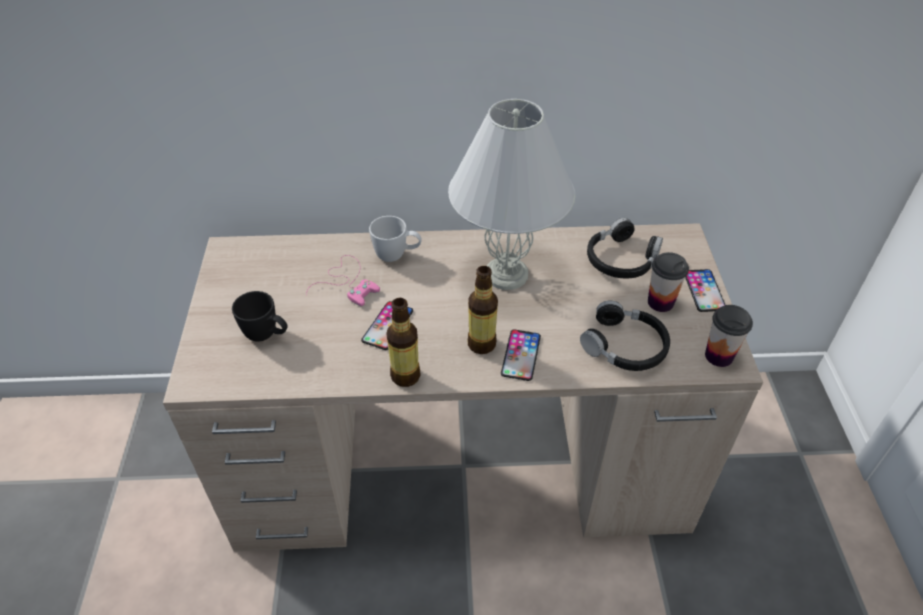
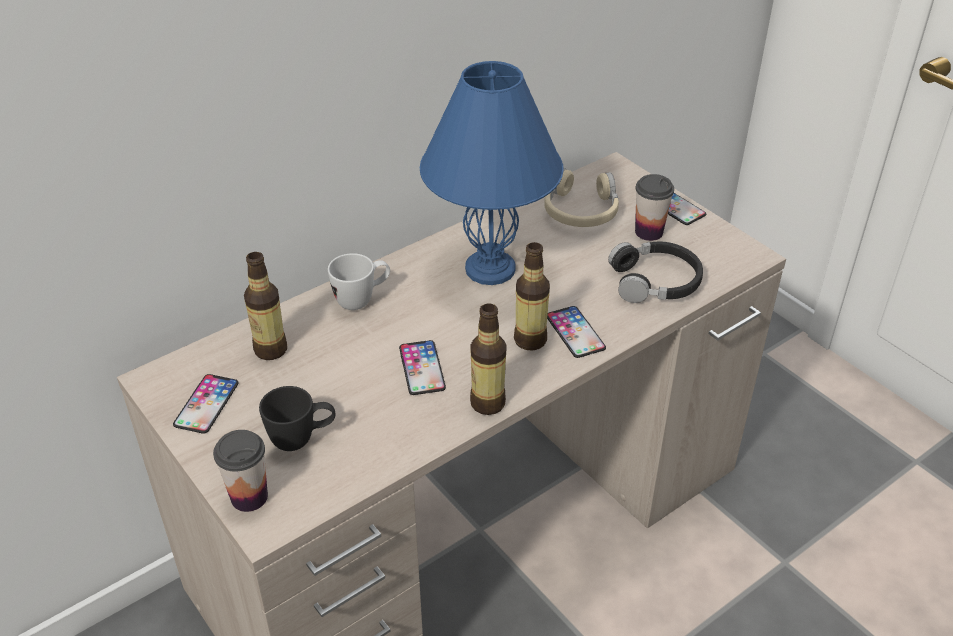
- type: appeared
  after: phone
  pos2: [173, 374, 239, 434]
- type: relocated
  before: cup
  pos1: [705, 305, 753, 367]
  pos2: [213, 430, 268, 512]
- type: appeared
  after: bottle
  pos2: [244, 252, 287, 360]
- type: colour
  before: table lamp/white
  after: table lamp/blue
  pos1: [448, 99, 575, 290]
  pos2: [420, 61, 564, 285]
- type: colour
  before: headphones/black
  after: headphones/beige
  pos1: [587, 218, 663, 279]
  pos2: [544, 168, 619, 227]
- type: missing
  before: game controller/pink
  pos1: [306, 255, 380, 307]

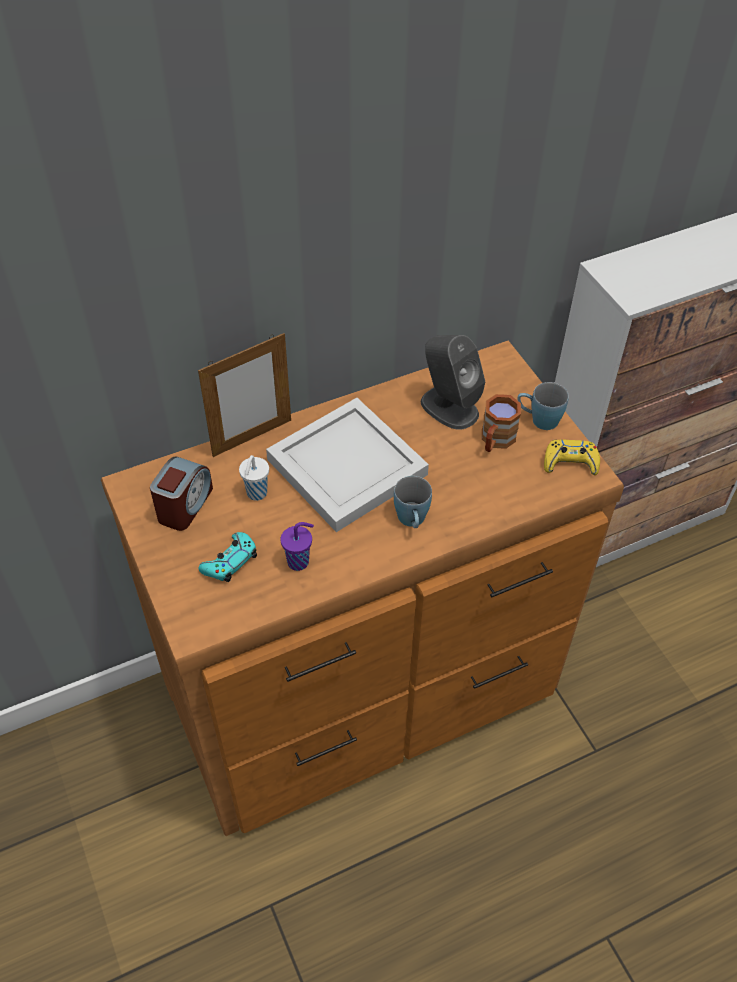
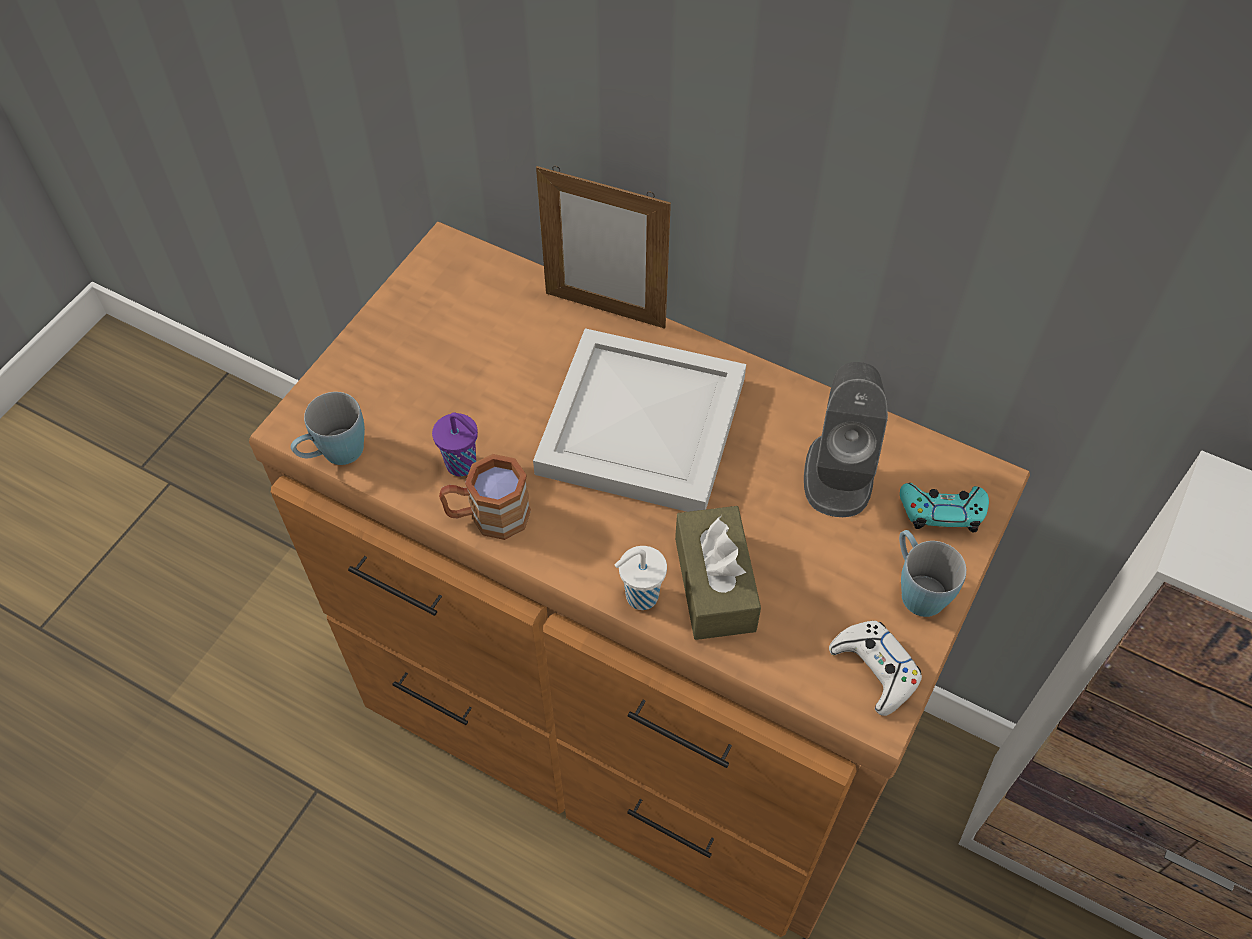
- type: relocated
  before: mug/blue
  pos1: [394, 476, 432, 528]
  pos2: [291, 392, 365, 465]
- type: relocated
  before: mug/brown
  pos1: [482, 394, 521, 452]
  pos2: [439, 454, 531, 540]
- type: relocated
  before: cup/white
  pos1: [239, 455, 269, 501]
  pos2: [615, 546, 667, 610]
- type: appeared
  after: tissue box/brown
  pos2: [675, 506, 761, 640]
- type: colour
  before: game controller/yellow
  after: game controller/white
  pos1: [544, 439, 600, 475]
  pos2: [829, 621, 922, 716]
- type: relocated
  before: game controller/turquoise
  pos1: [199, 532, 257, 582]
  pos2: [900, 483, 989, 532]
- type: missing
  before: alarm clock
  pos1: [150, 456, 213, 531]

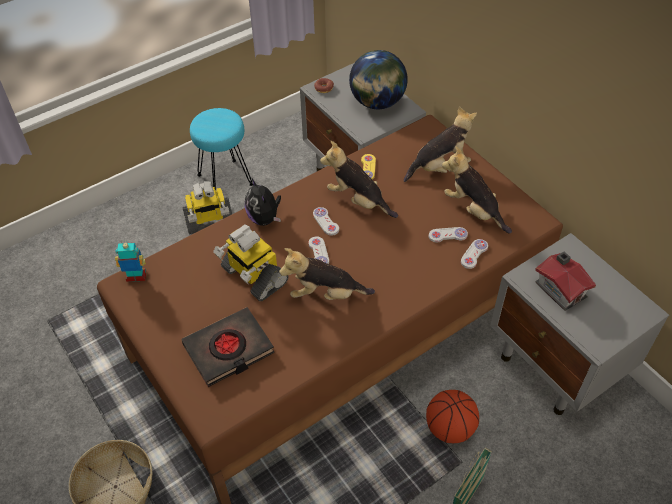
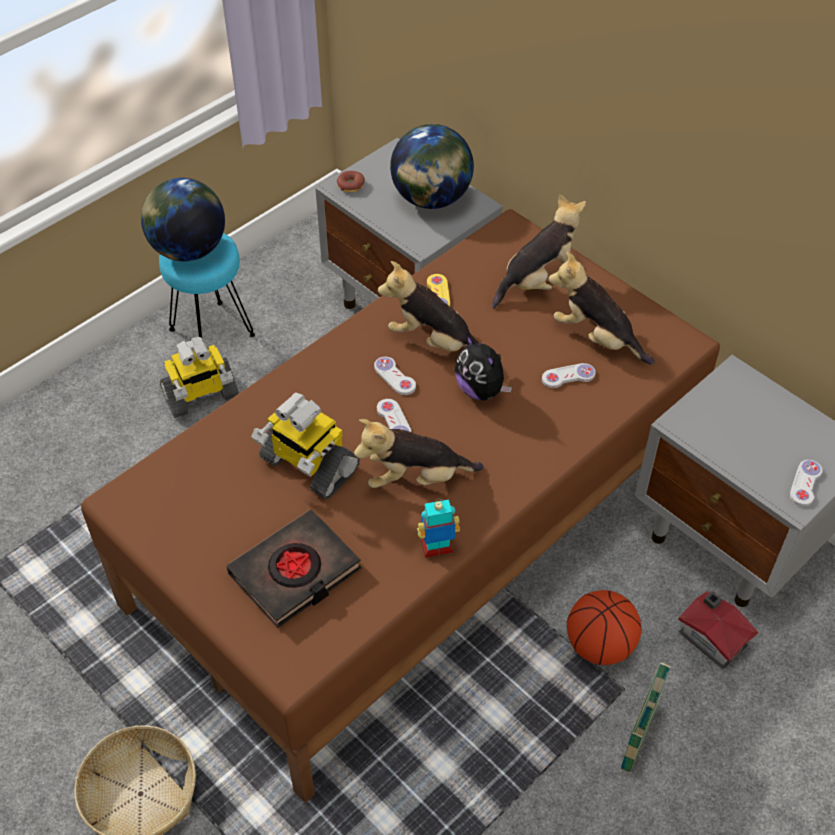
- type: appeared
  after: globe
  pos2: [141, 178, 225, 261]
- type: relocated
  before: toy robot
  pos1: [115, 241, 146, 282]
  pos2: [417, 499, 460, 558]
- type: relocated
  before: plush toy
  pos1: [245, 179, 281, 226]
  pos2: [455, 334, 512, 400]
- type: relocated
  before: toy house
  pos1: [535, 251, 596, 311]
  pos2: [678, 591, 758, 669]
- type: relocated
  before: game controller/white
  pos1: [461, 239, 488, 269]
  pos2: [790, 460, 822, 507]

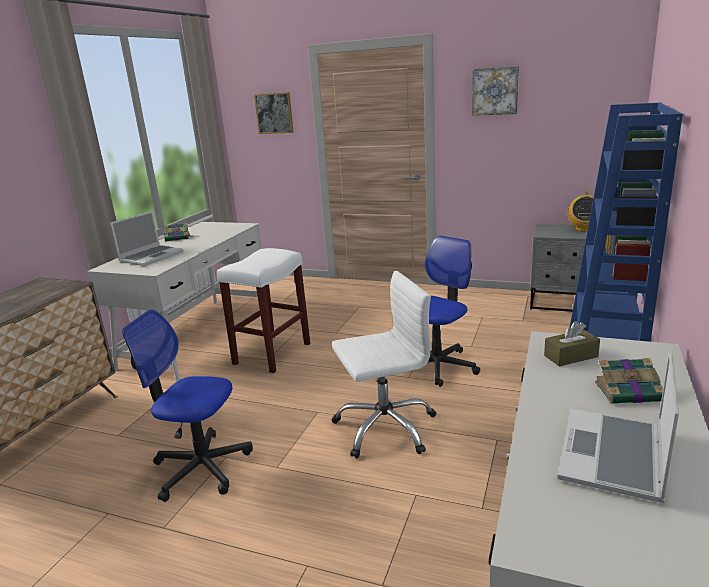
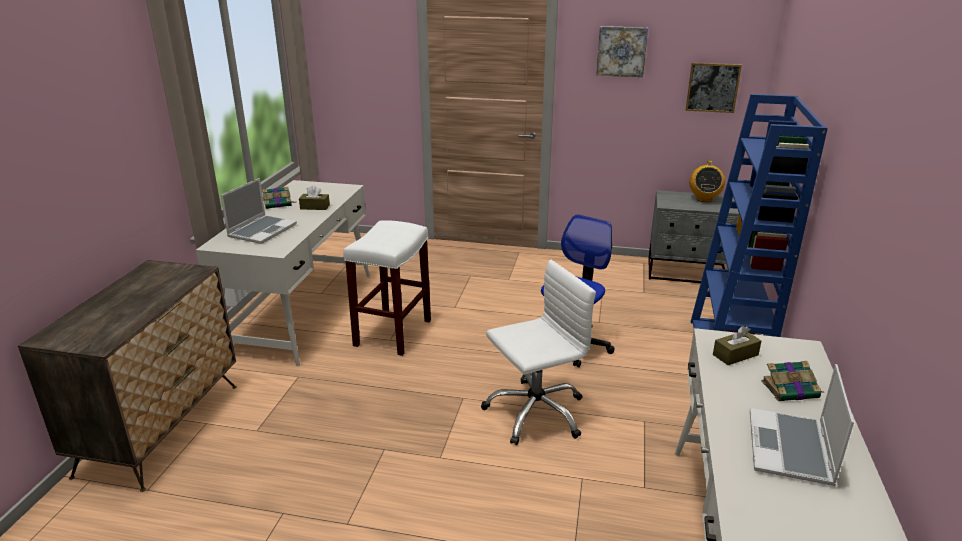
- type: appeared
  after: tissue box/brown
  pos2: [299, 185, 330, 210]
- type: relocated
  before: picture
  pos1: [254, 92, 294, 134]
  pos2: [686, 63, 742, 113]
- type: missing
  before: office chair
  pos1: [122, 310, 253, 502]

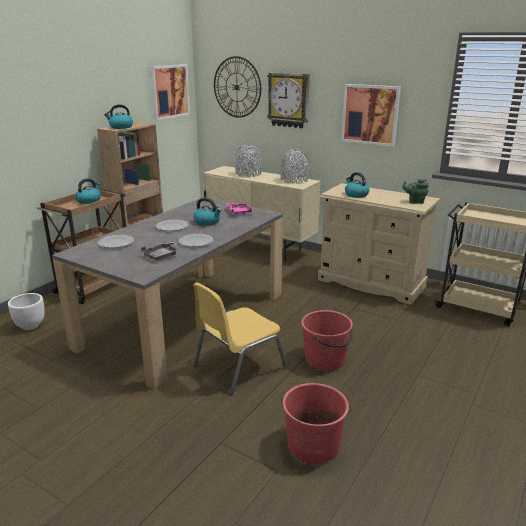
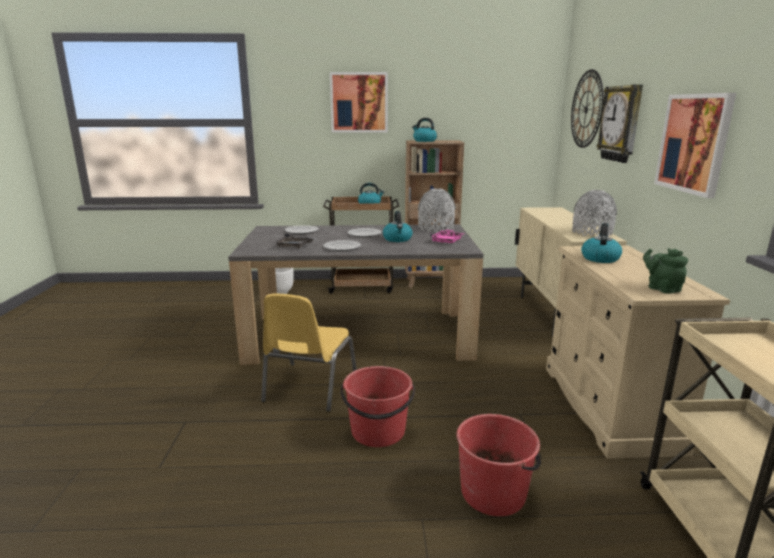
- type: spun
  before: chair/yellow
  pos1: [193, 283, 287, 395]
  pos2: [261, 294, 357, 412]
  turn: -90
- type: relocated
  before: picture
  pos1: [150, 64, 190, 120]
  pos2: [330, 72, 388, 133]
- type: relocated
  before: vase/grey
  pos1: [235, 144, 262, 177]
  pos2: [418, 188, 456, 232]
- type: relocated
  before: bucket/red
  pos1: [281, 383, 351, 464]
  pos2: [456, 414, 541, 516]

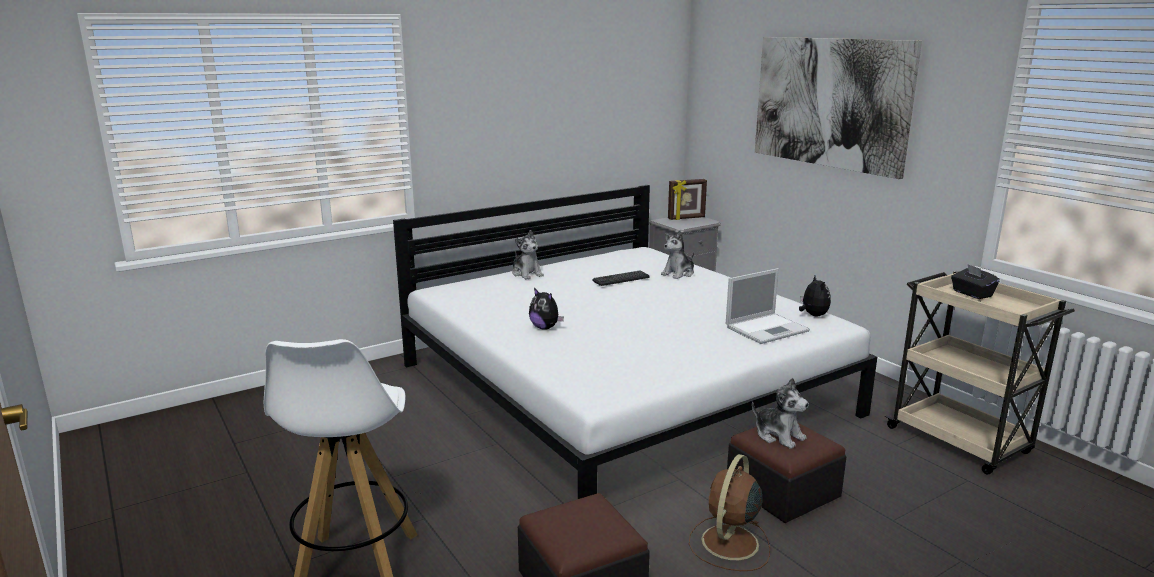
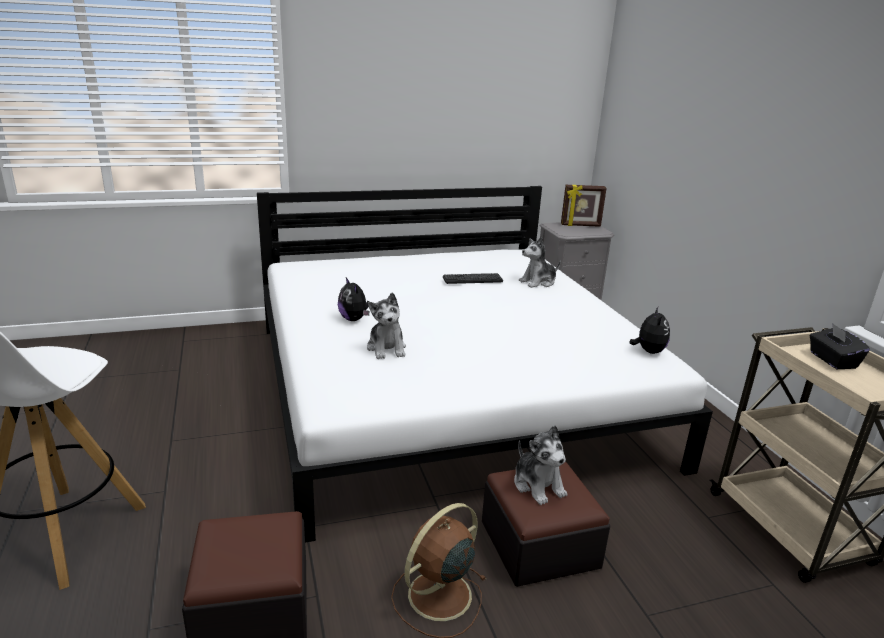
- type: relocated
  before: plush toy
  pos1: [512, 230, 544, 280]
  pos2: [367, 292, 406, 359]
- type: missing
  before: laptop
  pos1: [726, 268, 810, 344]
- type: missing
  before: picture
  pos1: [755, 37, 922, 179]

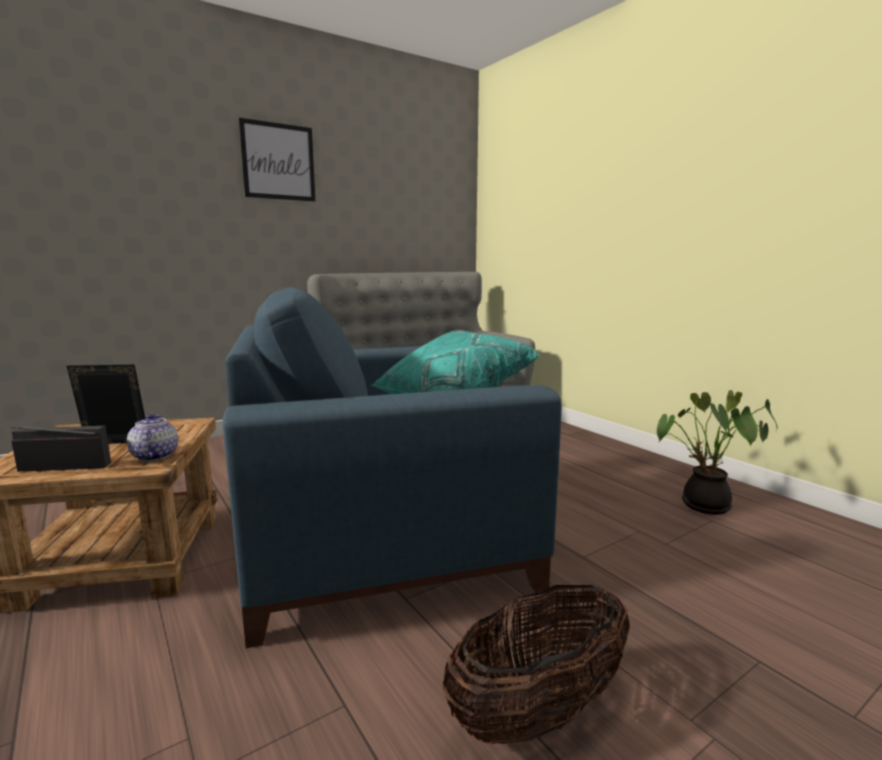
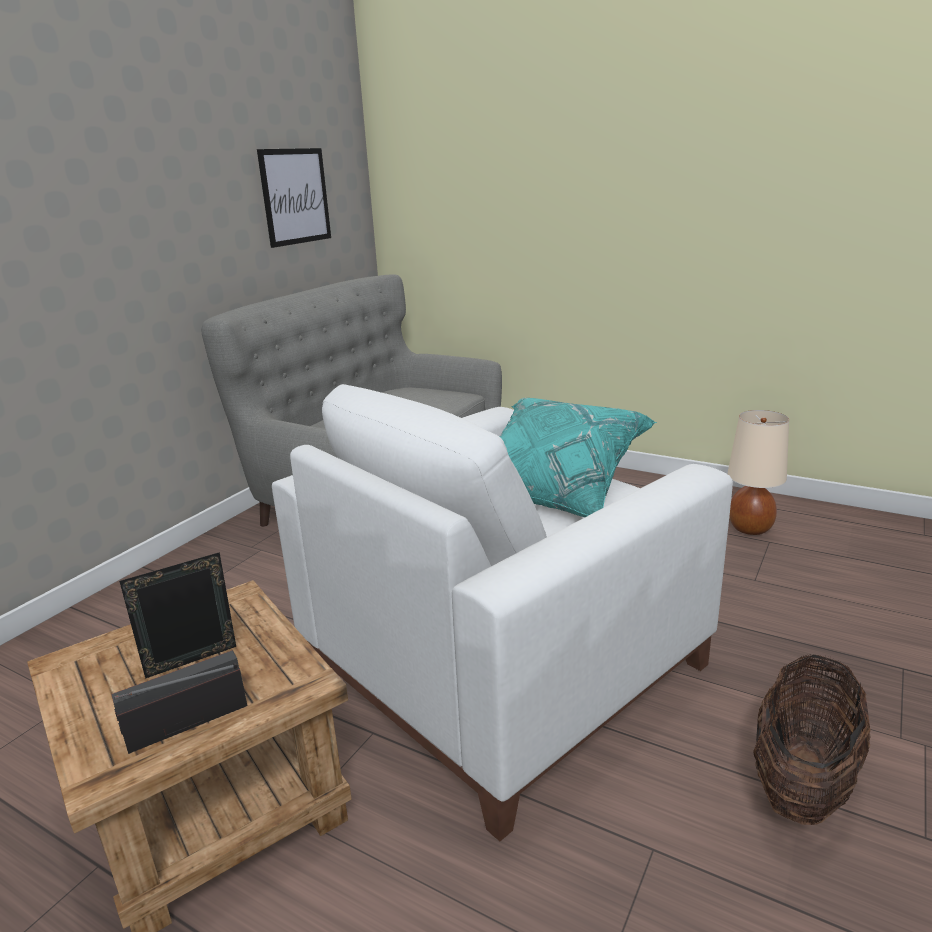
- type: relocated
  before: picture
  pos1: [239, 118, 315, 202]
  pos2: [257, 148, 331, 248]
- type: colour
  before: armchair/blue
  after: armchair/white
  pos1: [223, 287, 562, 648]
  pos2: [272, 384, 733, 841]
- type: exchanged
  before: potted plant
  after: table lamp/beige
  pos1: [657, 390, 778, 515]
  pos2: [727, 410, 789, 535]
- type: missing
  before: teapot
  pos1: [127, 414, 178, 462]

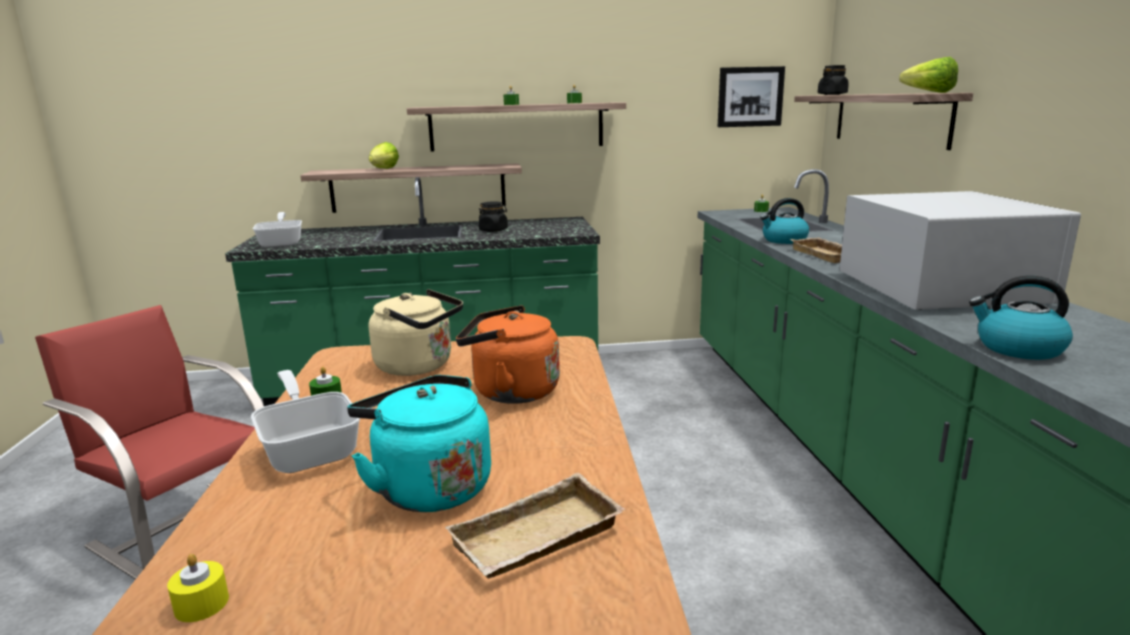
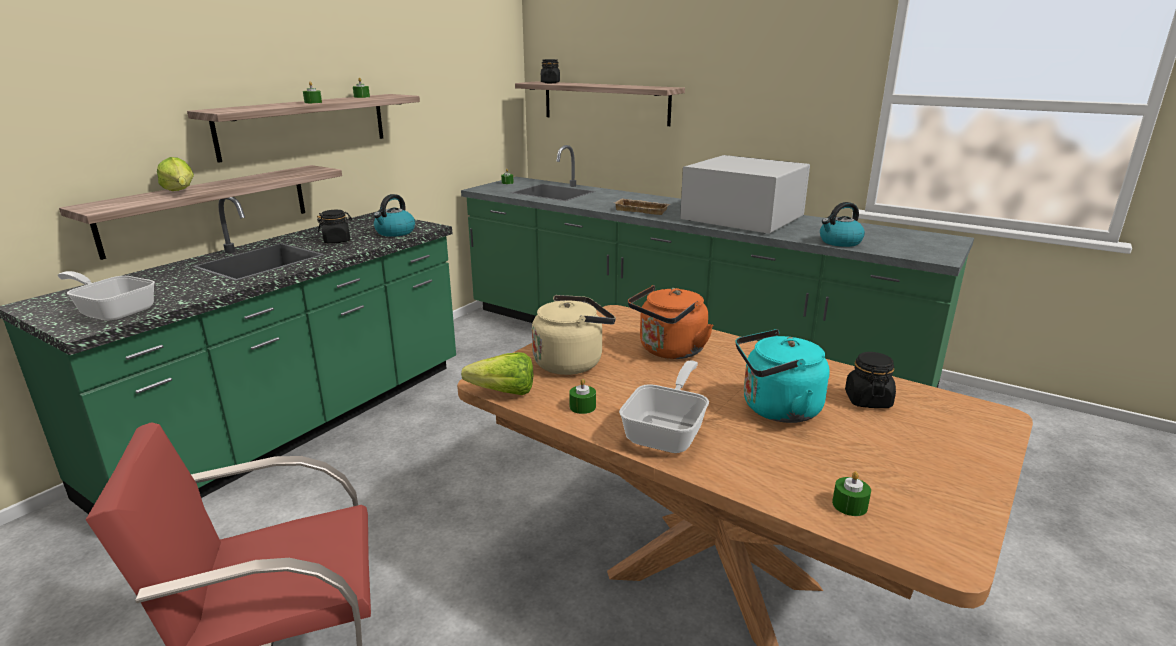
- type: relocated
  before: kettle
  pos1: [760, 198, 809, 244]
  pos2: [374, 194, 415, 237]
- type: relocated
  before: lettuce
  pos1: [899, 57, 958, 93]
  pos2: [461, 352, 534, 395]
- type: spun
  before: frying pan
  pos1: [251, 370, 360, 473]
  pos2: [619, 360, 709, 453]
  turn: 105
- type: colour
  before: candle/yellow
  after: candle/green
  pos1: [167, 554, 229, 622]
  pos2: [832, 471, 871, 516]
- type: exchanged
  before: tray/beige
  after: jar/black
  pos1: [445, 473, 626, 579]
  pos2: [845, 352, 896, 408]
- type: missing
  before: picture
  pos1: [718, 66, 785, 127]

